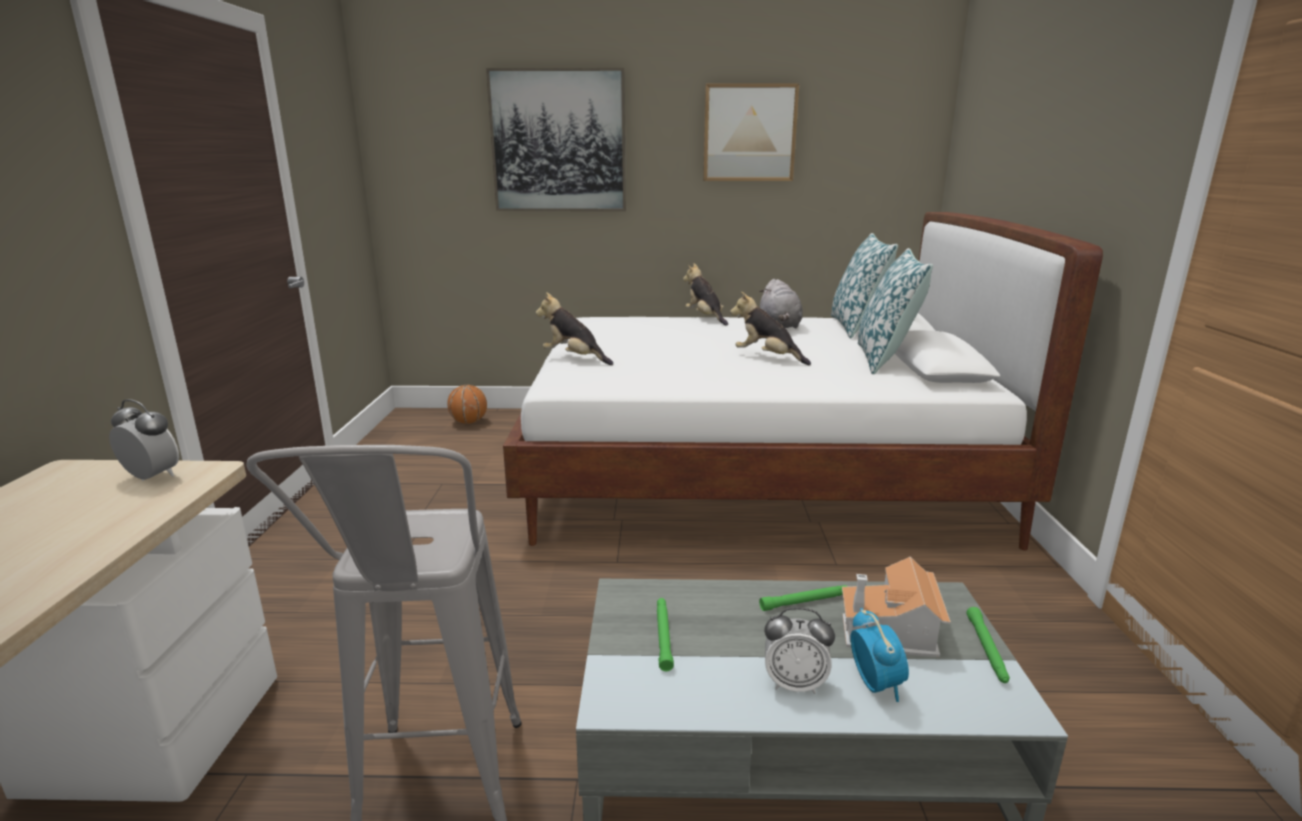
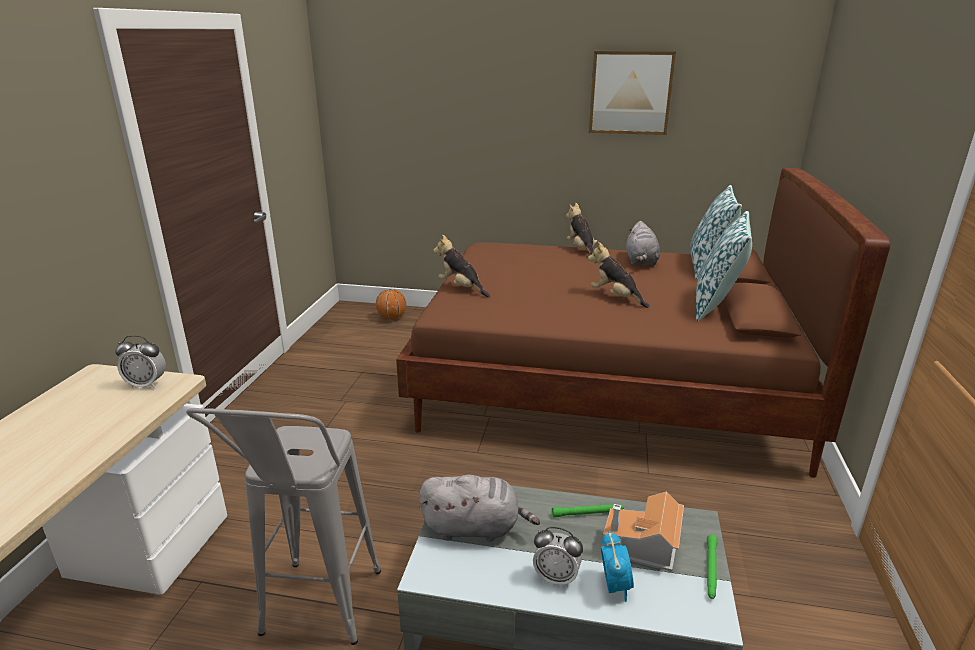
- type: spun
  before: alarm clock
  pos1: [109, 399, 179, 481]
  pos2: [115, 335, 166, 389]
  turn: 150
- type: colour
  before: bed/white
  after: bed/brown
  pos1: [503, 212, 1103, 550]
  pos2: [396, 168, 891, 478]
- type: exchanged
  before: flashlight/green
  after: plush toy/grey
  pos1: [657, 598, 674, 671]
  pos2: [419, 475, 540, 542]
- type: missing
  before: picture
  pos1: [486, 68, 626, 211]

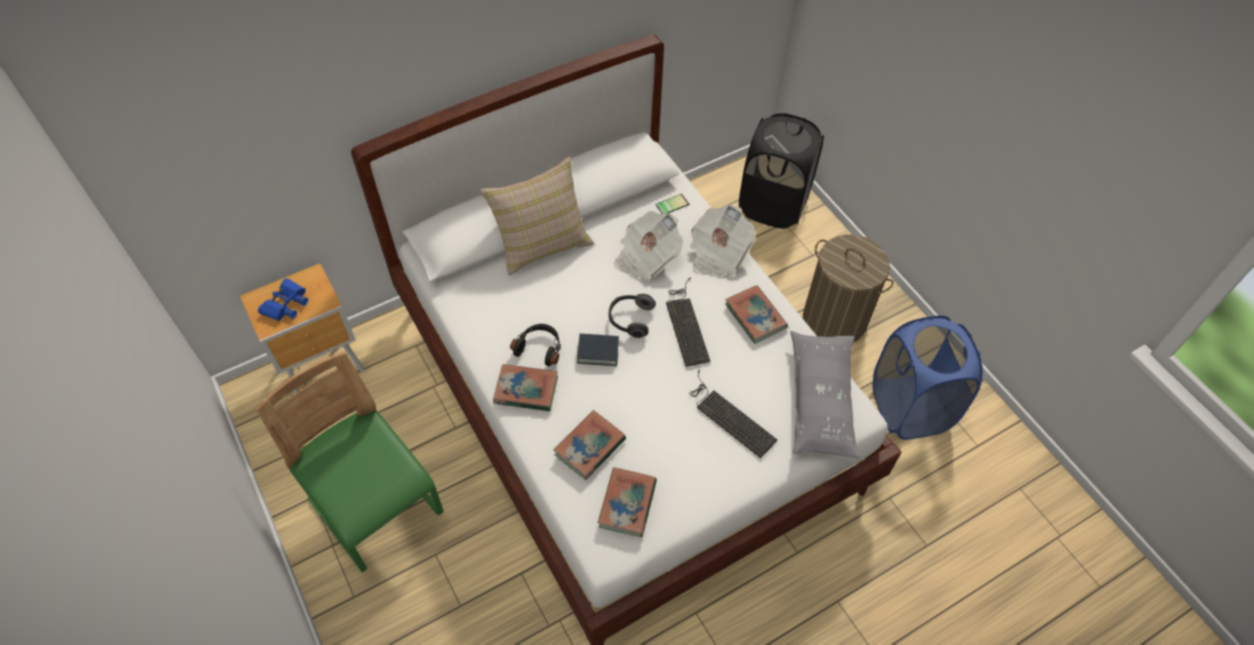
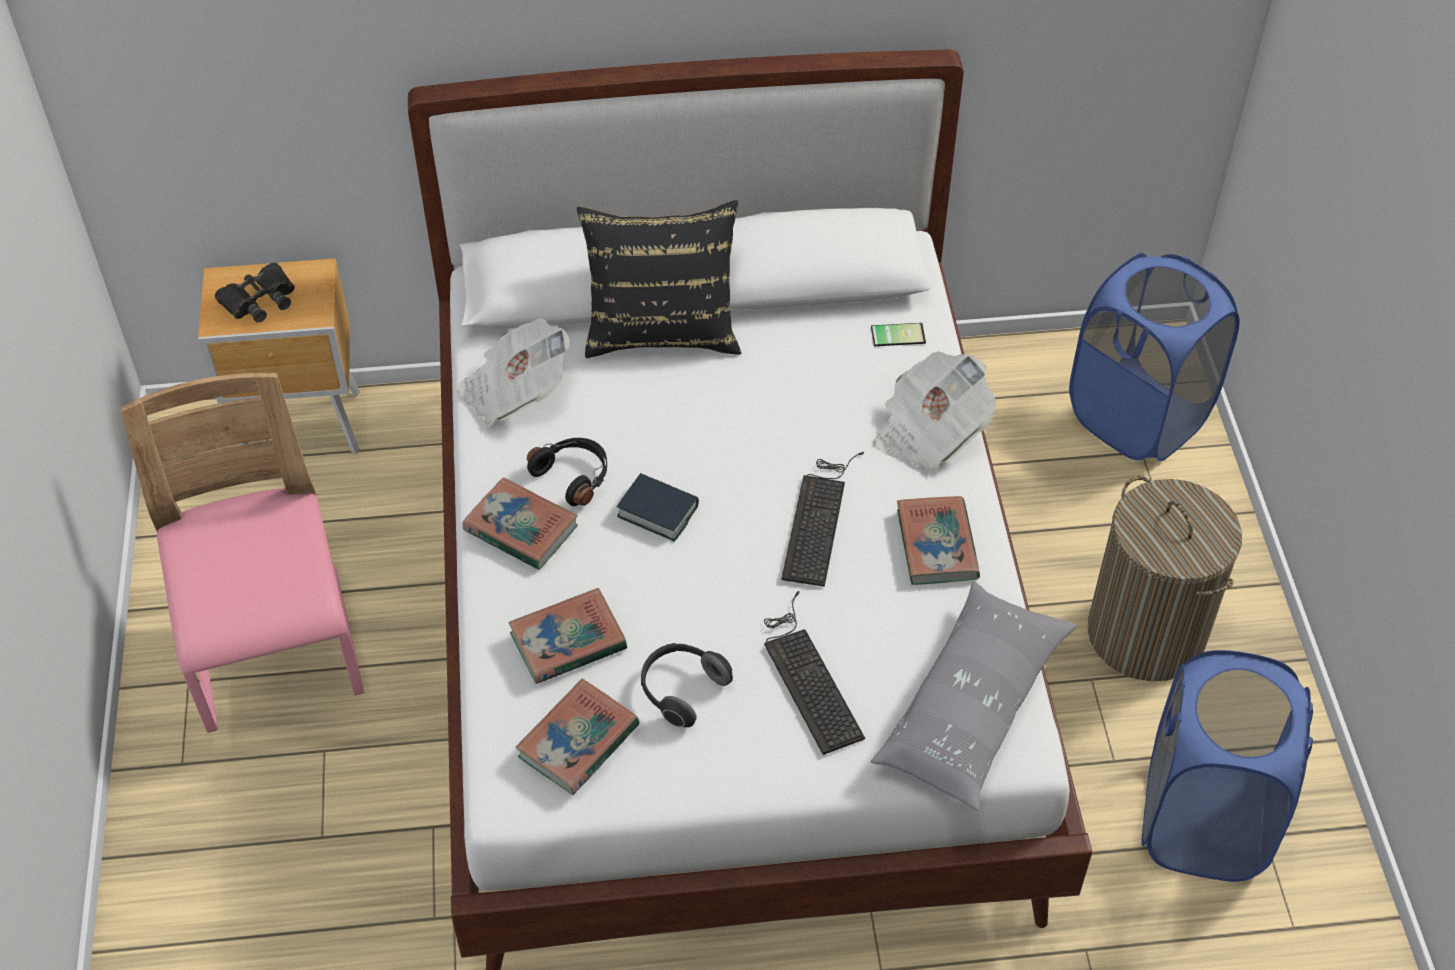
- type: colour
  before: chair/green
  after: chair/pink
  pos1: [255, 351, 444, 573]
  pos2: [120, 373, 364, 733]
- type: colour
  before: binoculars/blue
  after: binoculars/black
  pos1: [258, 278, 308, 321]
  pos2: [215, 262, 295, 323]
- type: relocated
  before: newspaper
  pos1: [614, 211, 683, 281]
  pos2: [457, 318, 571, 425]
- type: colour
  before: pillow/beige
  after: pillow/black
  pos1: [480, 157, 594, 276]
  pos2: [577, 200, 741, 358]
- type: relocated
  before: headphones
  pos1: [609, 294, 656, 338]
  pos2: [641, 643, 733, 727]
- type: colour
  before: laundry basket/black
  after: laundry basket/blue
  pos1: [739, 113, 824, 229]
  pos2: [1069, 253, 1240, 461]

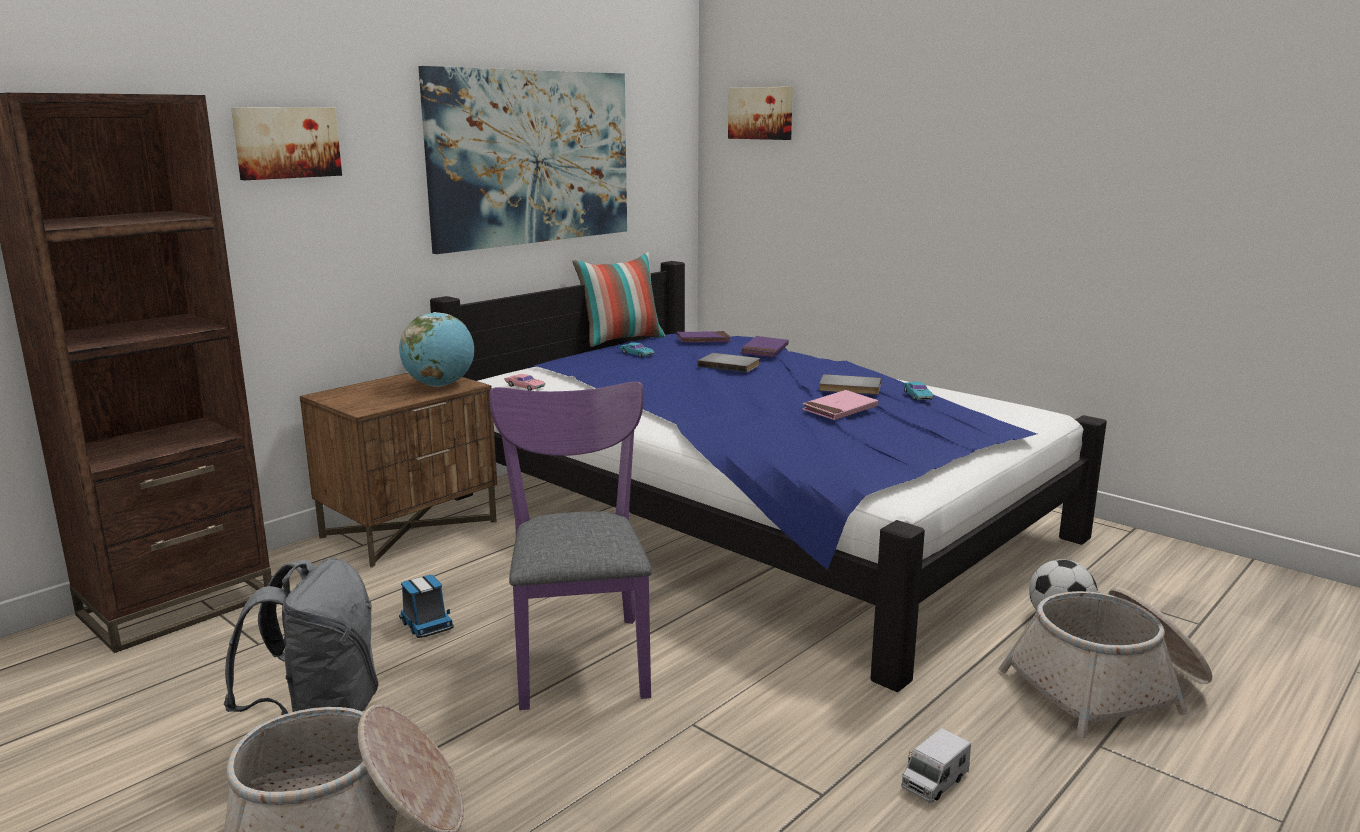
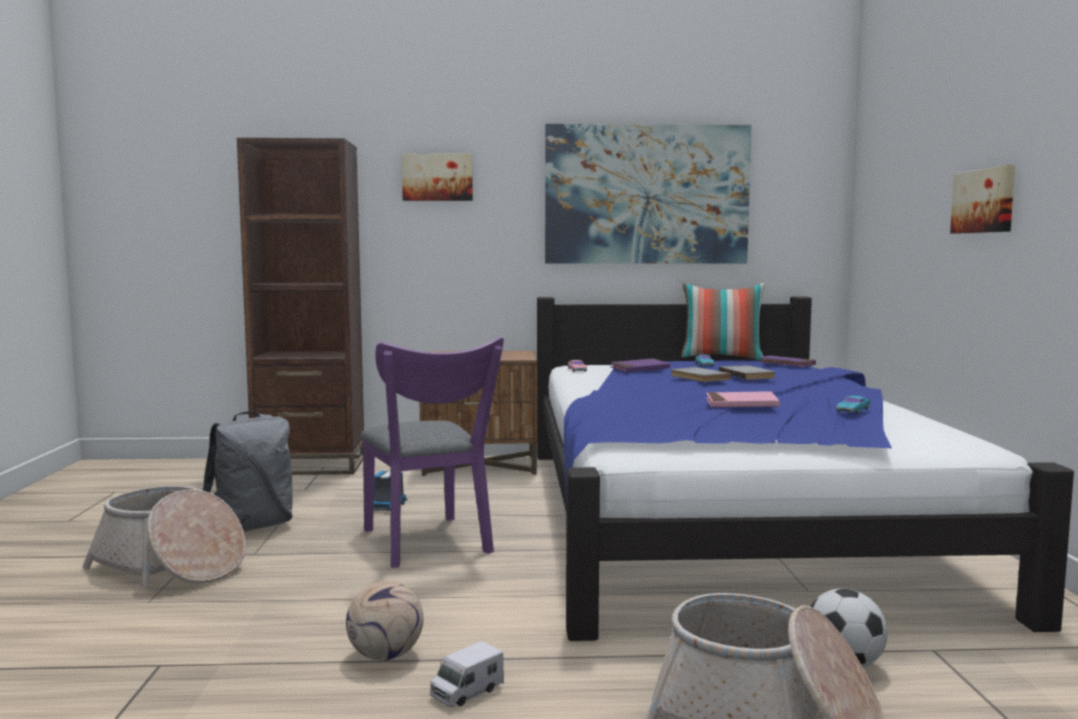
- type: appeared
  after: football
  pos2: [346, 581, 424, 660]
- type: spun
  before: chair/purple
  pos1: [489, 381, 652, 710]
  pos2: [361, 337, 504, 568]
  turn: 120
- type: spun
  before: toy truck
  pos1: [901, 728, 971, 803]
  pos2: [430, 641, 504, 707]
  turn: -45
- type: relocated
  before: book/purple
  pos1: [740, 336, 789, 357]
  pos2: [610, 358, 670, 372]
- type: relocated
  before: book/grey
  pos1: [819, 374, 881, 395]
  pos2: [671, 367, 731, 382]
- type: relocated
  before: picture
  pos1: [728, 87, 793, 140]
  pos2: [950, 165, 1015, 233]
- type: missing
  before: globe
  pos1: [399, 312, 474, 387]

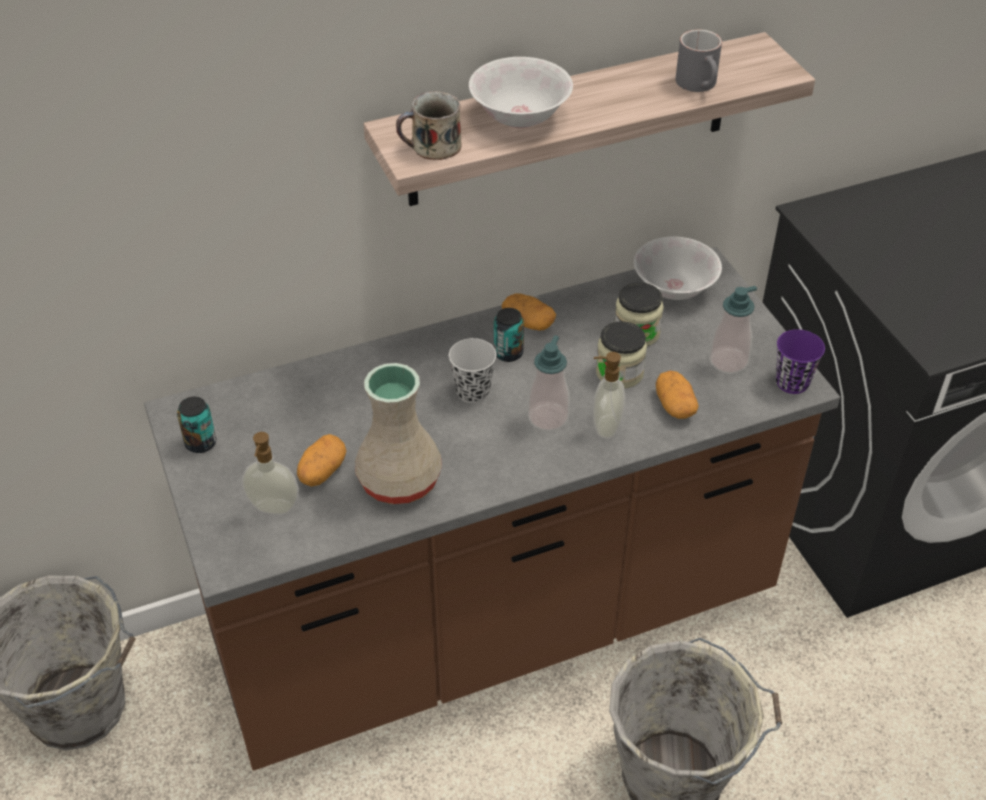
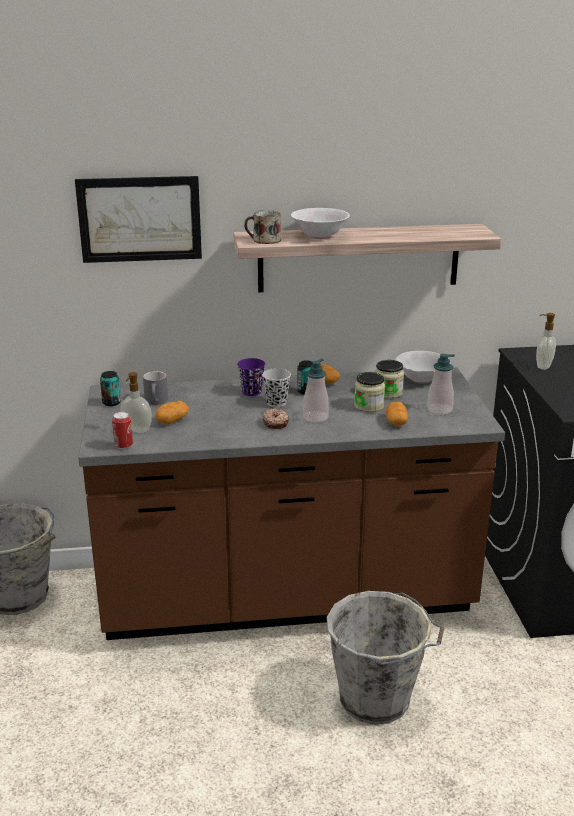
- type: appeared
  after: picture
  pos2: [75, 176, 202, 263]
- type: appeared
  after: can
  pos2: [112, 412, 133, 450]
- type: relocated
  before: mug/grey
  pos1: [676, 30, 722, 92]
  pos2: [143, 371, 168, 405]
- type: relocated
  before: cup/purple
  pos1: [776, 329, 825, 394]
  pos2: [237, 358, 265, 396]
- type: appeared
  after: donut
  pos2: [262, 408, 289, 429]
- type: relocated
  before: soap dispenser
  pos1: [593, 352, 625, 439]
  pos2: [536, 313, 556, 370]
- type: missing
  before: vase/beige
  pos1: [355, 363, 442, 504]

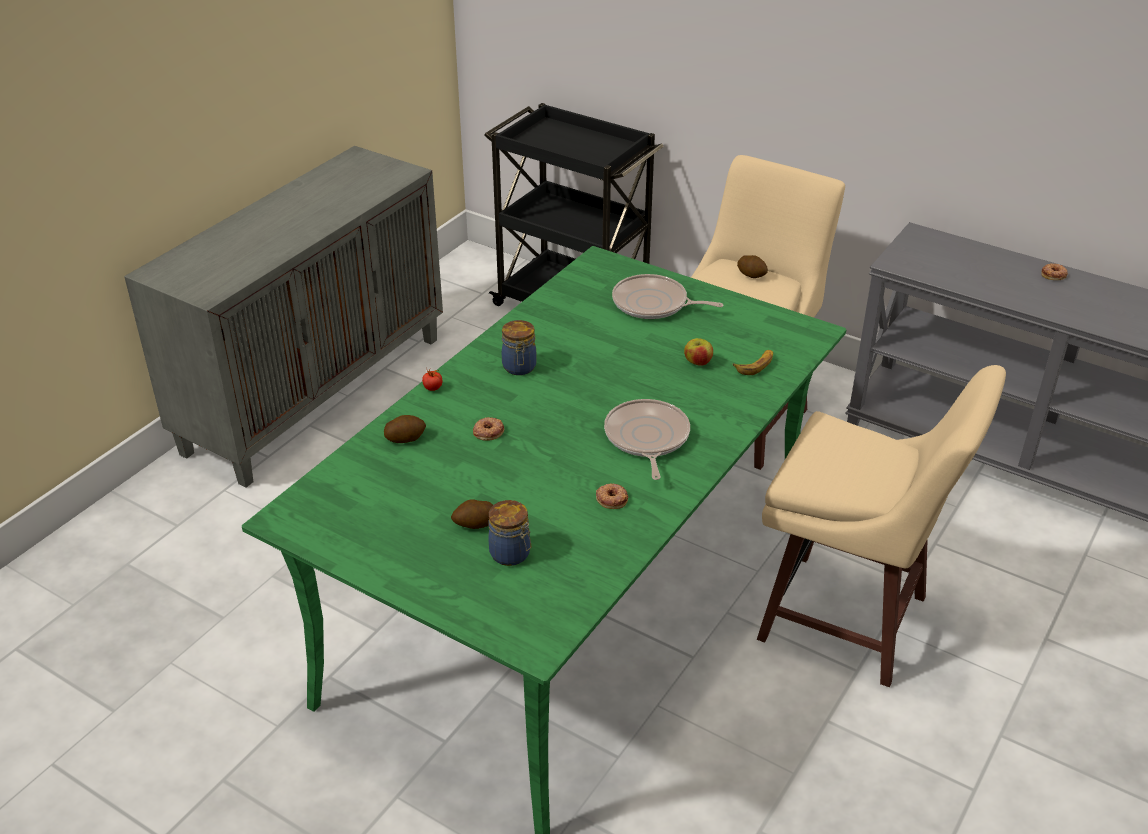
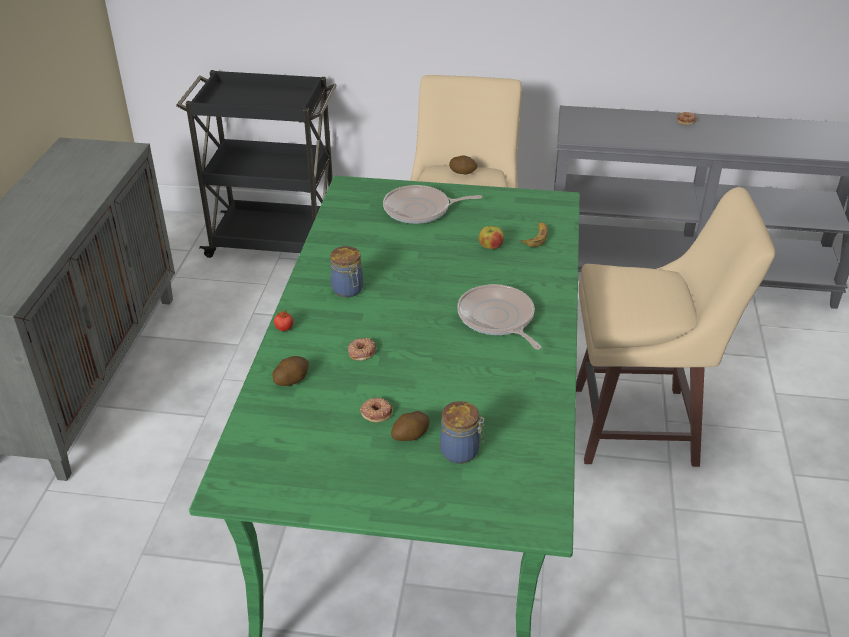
- type: relocated
  before: donut
  pos1: [596, 484, 629, 509]
  pos2: [360, 397, 392, 422]

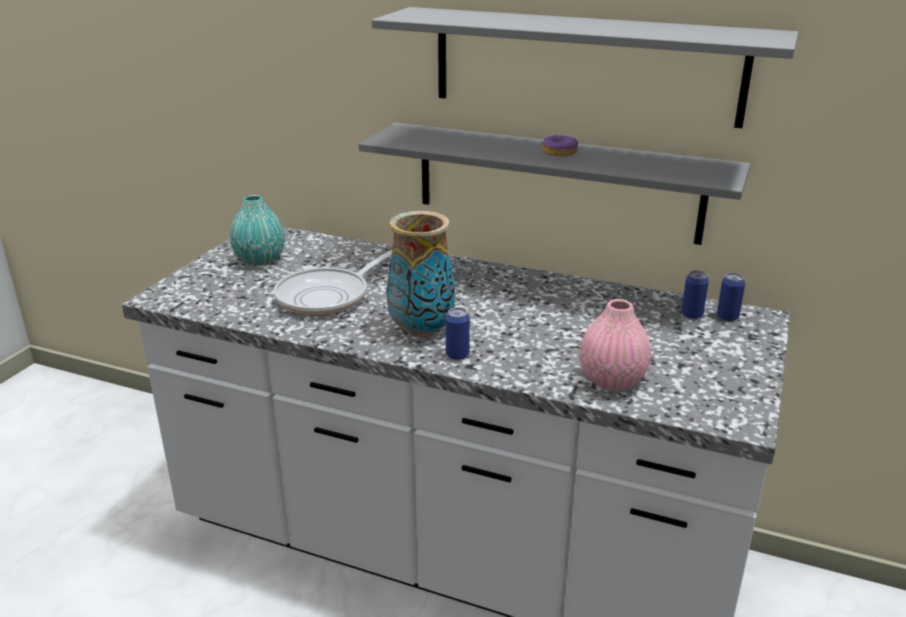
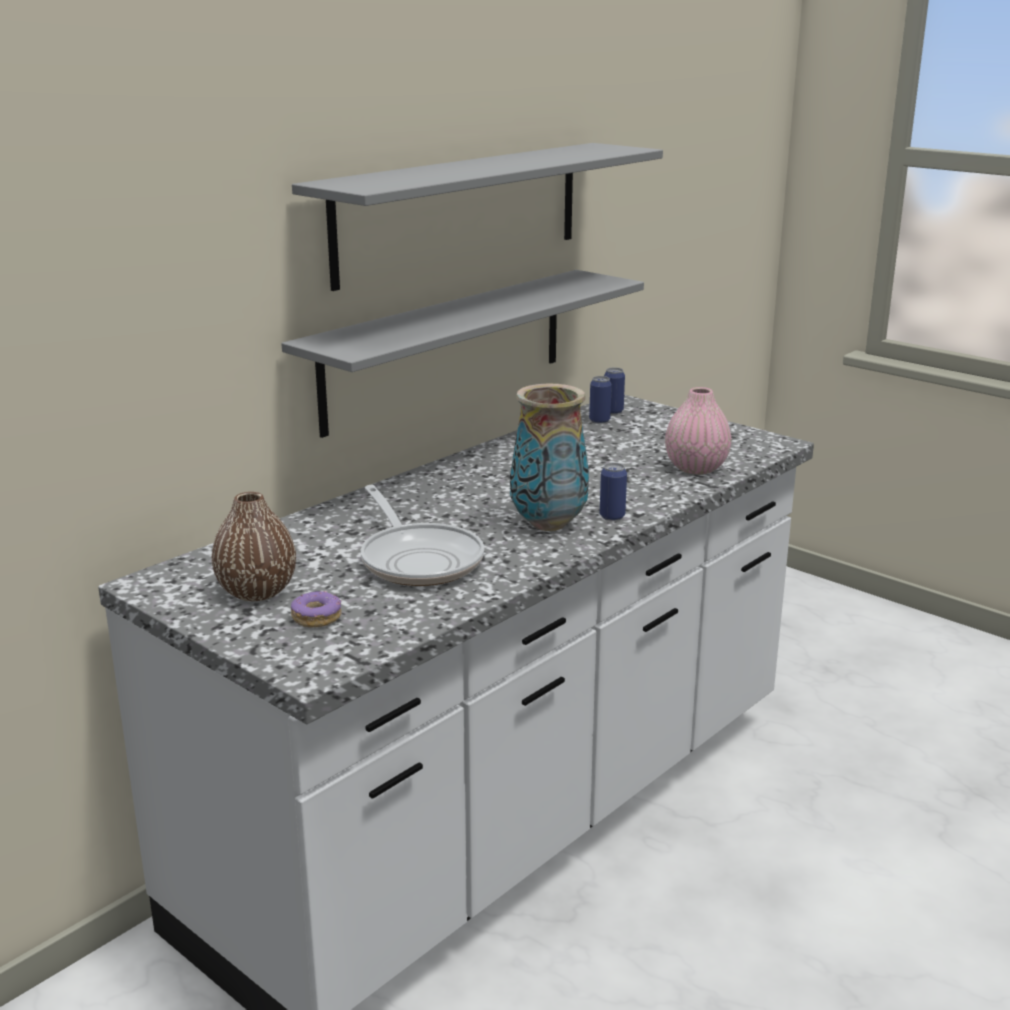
- type: colour
  before: vase/turquoise
  after: vase/brown
  pos1: [230, 195, 285, 266]
  pos2: [212, 492, 296, 601]
- type: relocated
  before: donut
  pos1: [543, 135, 578, 157]
  pos2: [291, 591, 342, 628]

